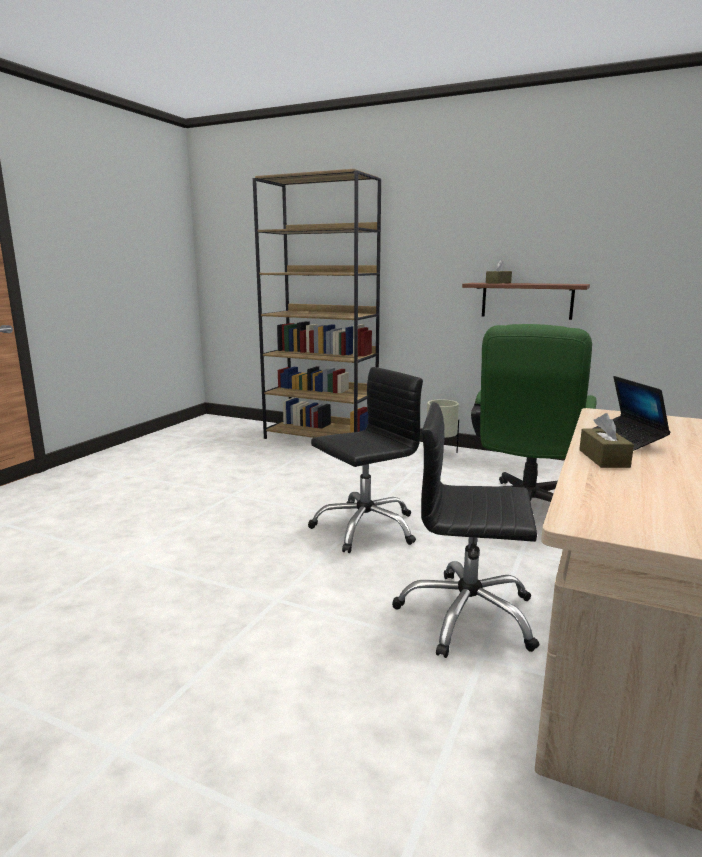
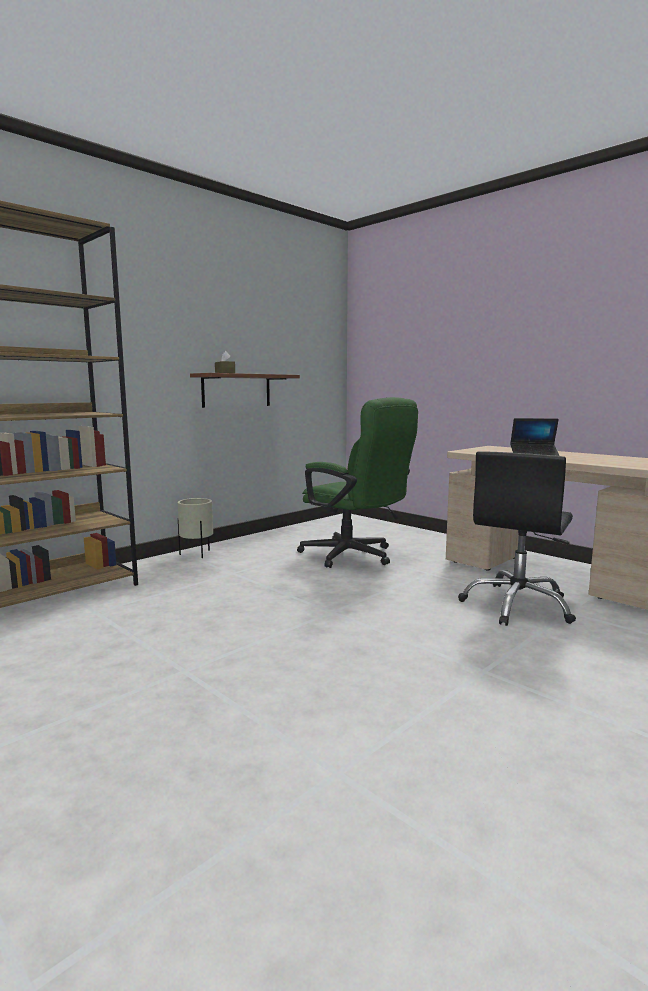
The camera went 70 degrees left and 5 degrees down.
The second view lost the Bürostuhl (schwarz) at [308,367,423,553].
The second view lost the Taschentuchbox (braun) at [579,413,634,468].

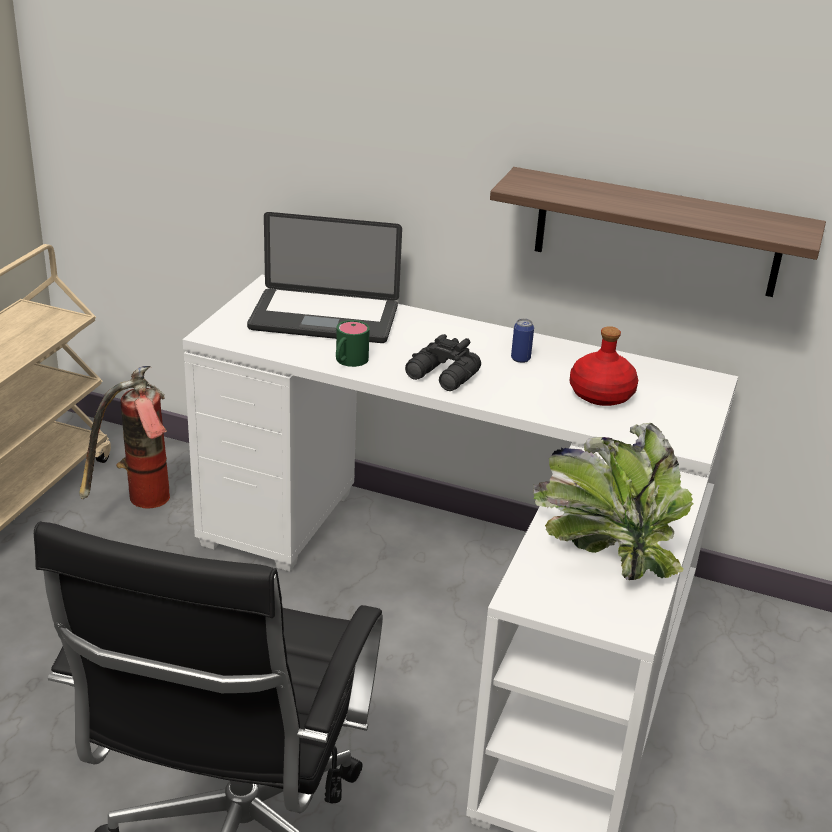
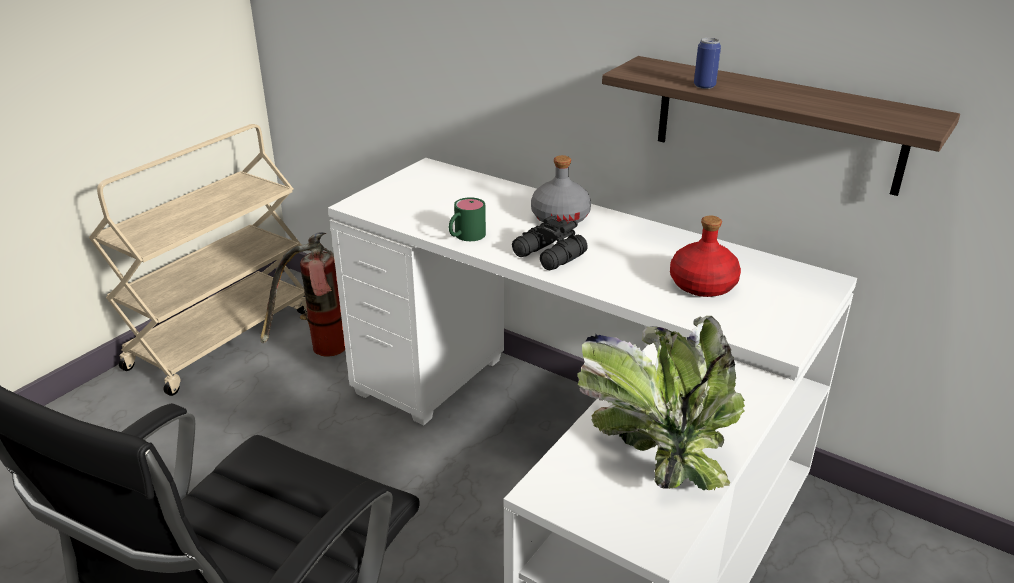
The camera went 15 degrees right and 0 degrees up.
The second view lost the Laptop at [247,212,402,343].
The Dose ended up elsewhere, having gone from [511,318,534,363] to [694,38,721,89].
The second view gained the Flasche (grau) at [531,155,591,224].

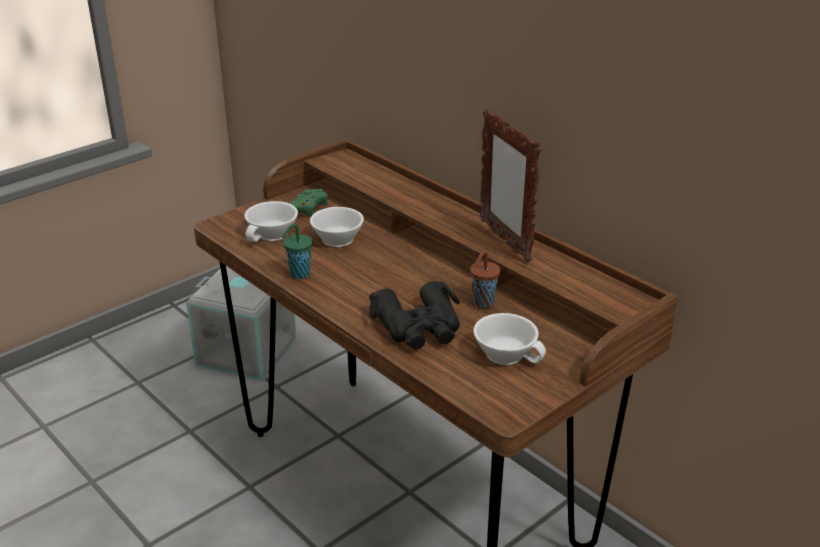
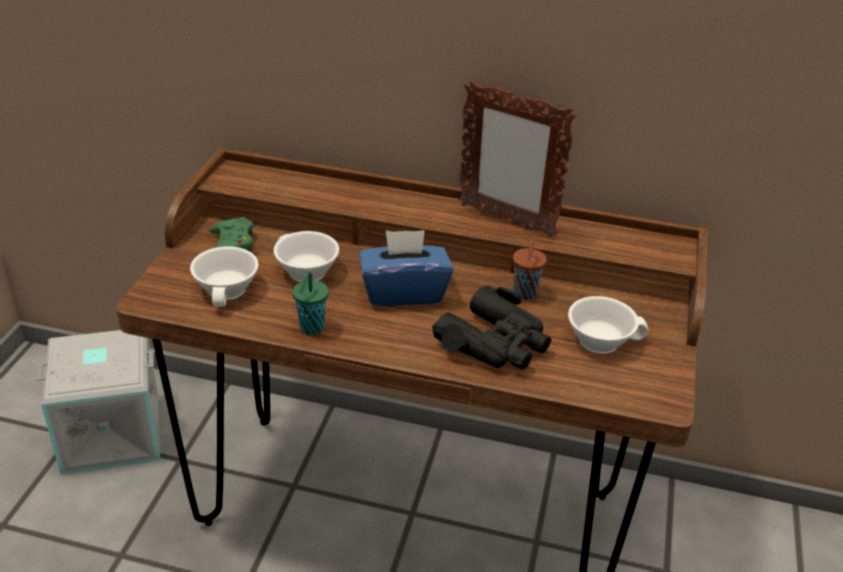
The camera went 35 degrees left and 5 degrees up.
The second view gained the Taschentuchbox (blau) at [359,230,453,306].

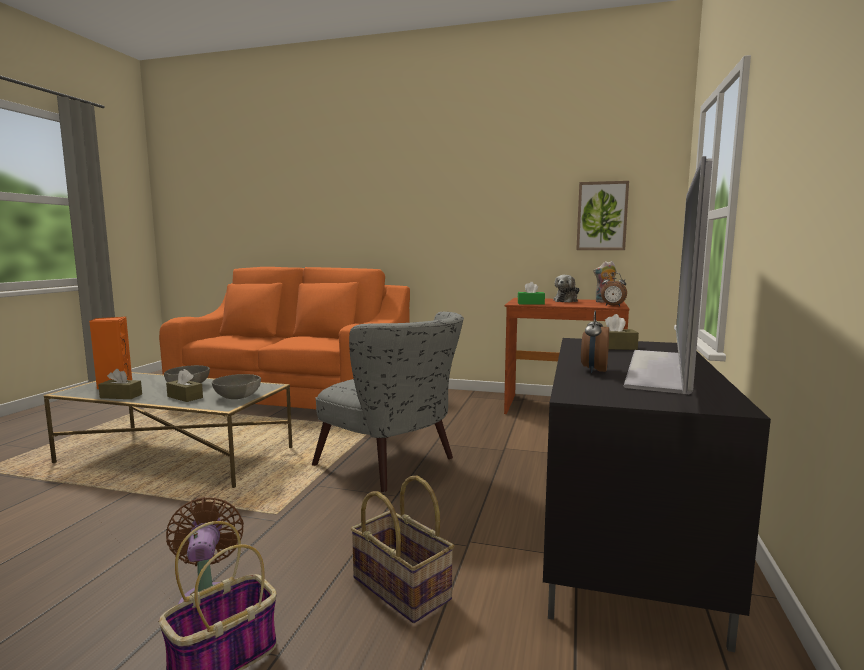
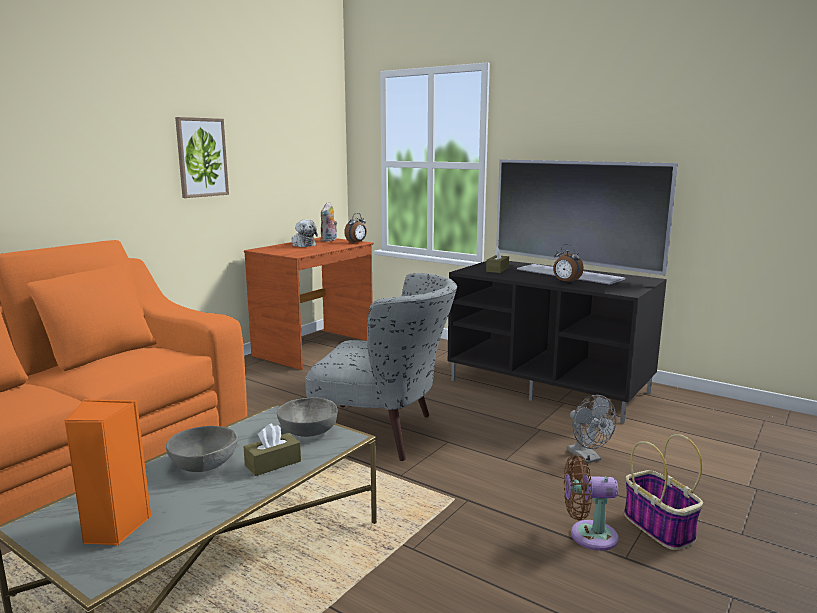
The camera went 70 degrees left and 5 degrees up.
The second view lost the Taschentuchbox (braun) at [98,369,142,399].
The Sessel (grau) at [312,312,464,492] ended up facing another way, 45 degrees clockwise from before.
Where the Korb stood at [351,476,454,623], the Ventilator (grau) came to stand at [567,395,617,463].
The second view lost the Taschentuchbox (grün) at [518,282,545,305].
The Bild ended up elsewhere, having gone from [576,181,629,250] to [175,117,229,198].

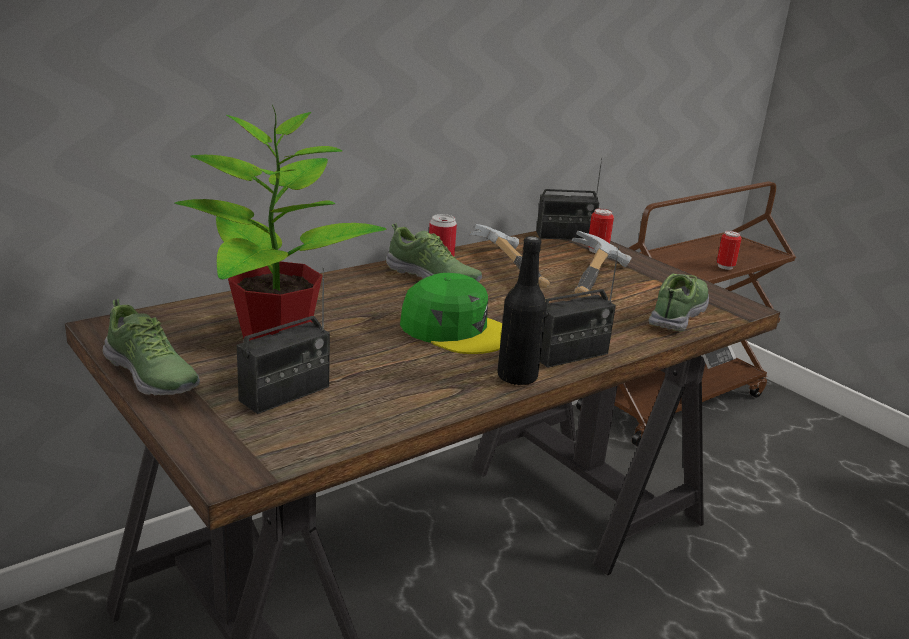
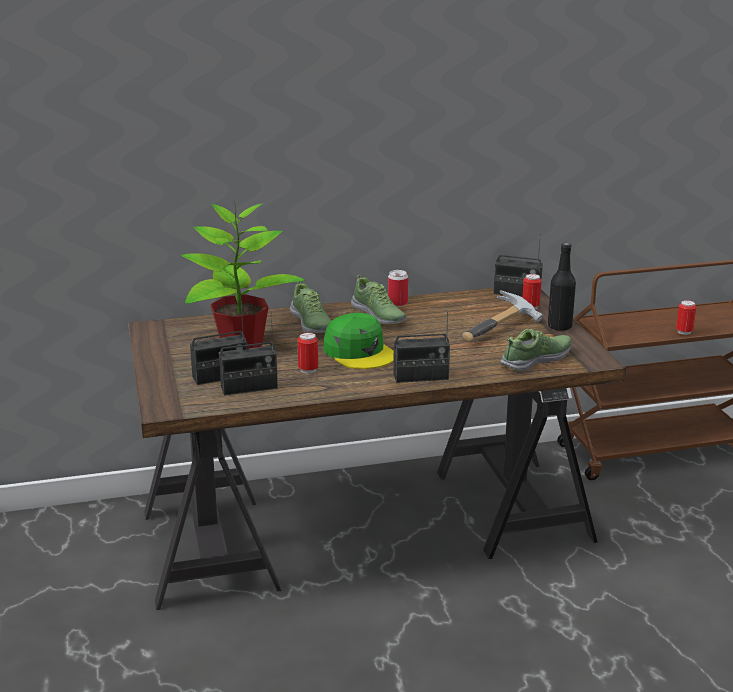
The camera went 25 degrees right and 0 degrees up.
The Schuh ended up elsewhere, having gone from [102,299,200,395] to [290,281,332,333].
The second view lost the Hammer at [470,224,550,288].
The Flasche (schwarz) ended up elsewhere, having gone from [497,236,547,386] to [548,243,576,331].
The second view gained the Radio at [219,313,278,395].
The second view gained the Dose at [298,332,318,373].

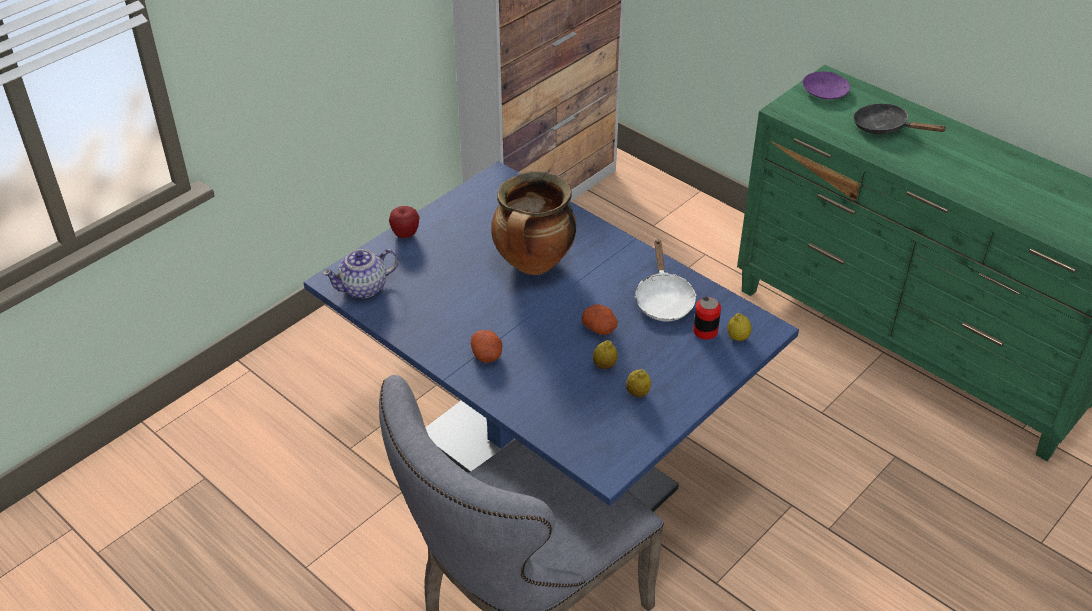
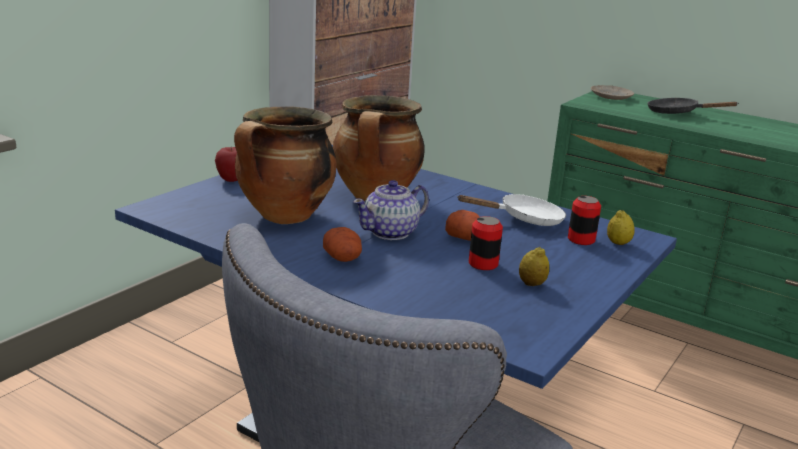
The camera went 10 degrees left and 20 degrees down.
The Teekanne ended up elsewhere, having gone from [322,249,399,298] to [353,180,429,240].
Where the Zitrone stood at [593,340,618,369], the Dose came to stand at [469,216,503,270].
The Pfanne (weiß) at [635,239,697,321] ended up facing another way, 90 degrees counterclockwise from before.
What was the Teller (lila) at [802,71,850,99] turned into the Teller (beige) at [591,85,634,100].
The second view gained the Kochtopf at [234,106,337,224].

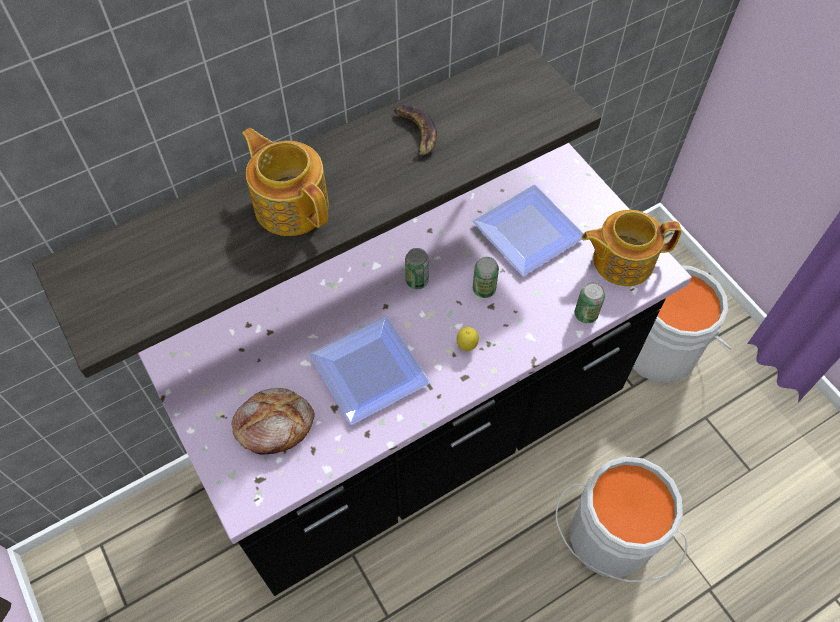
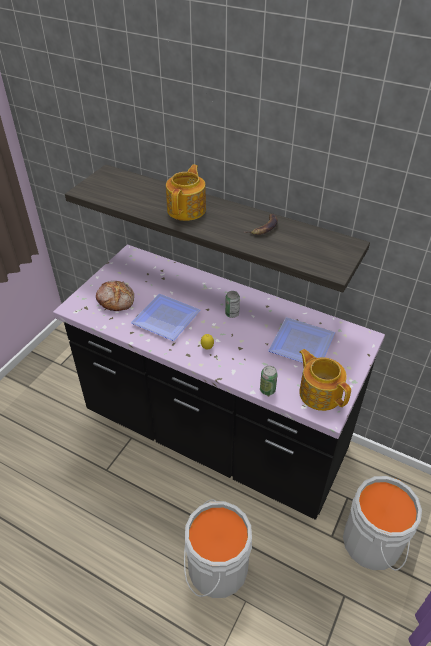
The camera went 60 degrees right and 15 degrees down.
The second view lost the Dose at [473,257,499,298].

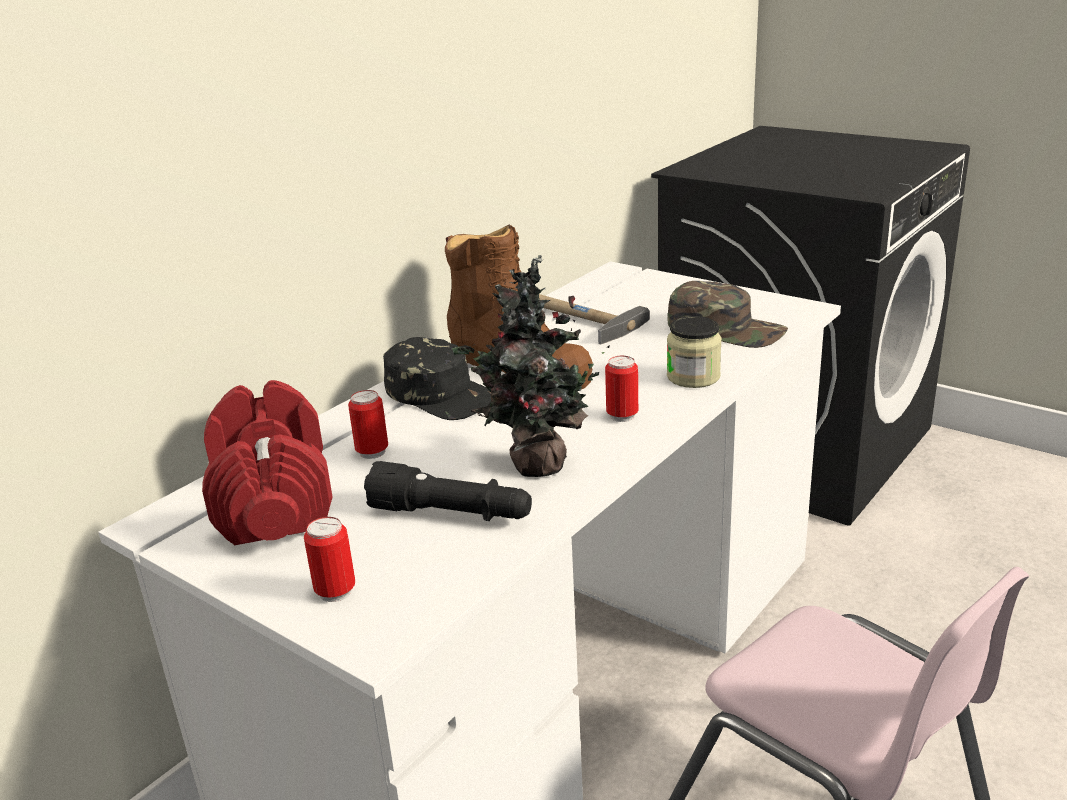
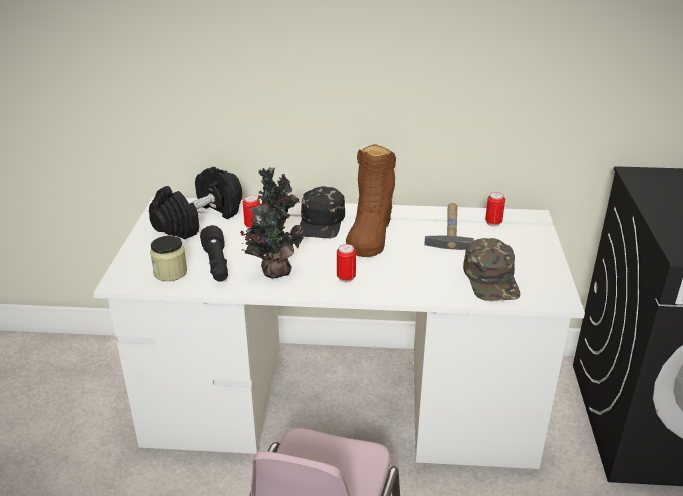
The camera went 55 degrees right and 5 degrees up.
What was the Hantel (rot) at [202,380,333,545] turned into the Hantel (schwarz) at [149,167,242,239].
The Dose ended up elsewhere, having gone from [304,517,355,602] to [485,192,505,227].
The Vorratsglas ended up elsewhere, having gone from [667,316,722,388] to [150,235,187,281].

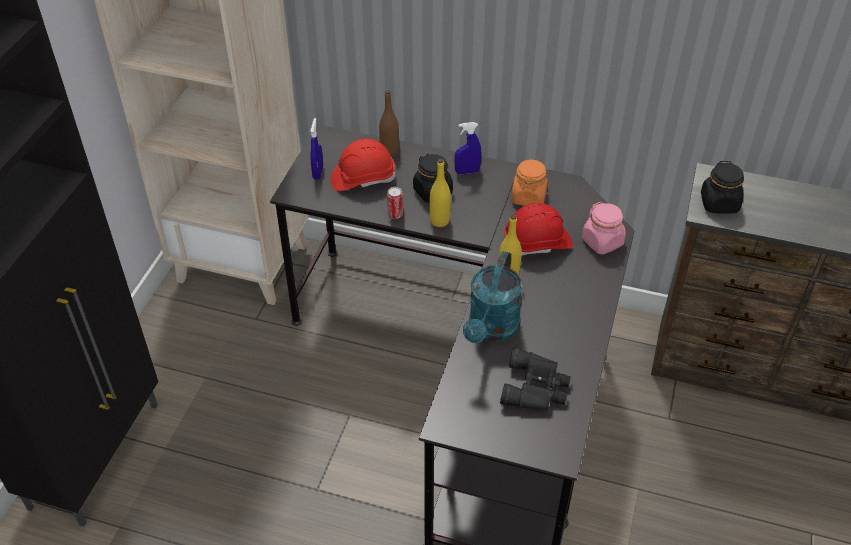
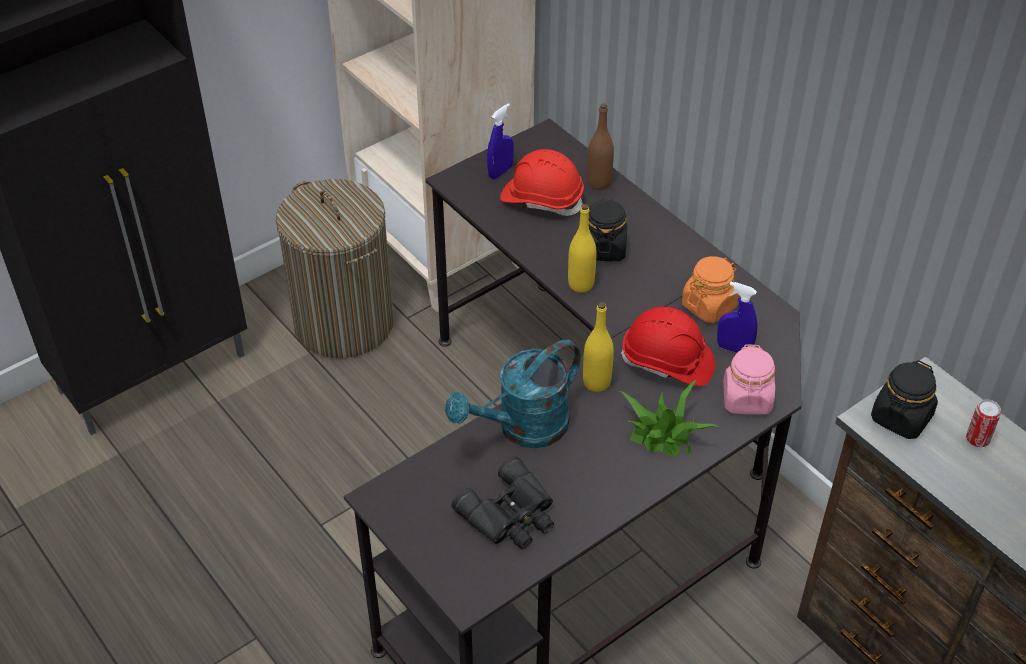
The camera went 35 degrees right and 0 degrees up.
The Dose ended up elsewhere, having gone from [387,187,403,219] to [966,400,1001,447].
The Sprühflasche (blau) ended up elsewhere, having gone from [454,122,482,174] to [717,281,758,353].
The second view gained the Wäschekorb at [276,179,394,358].
The second view gained the Topfpflanze at [620,379,720,457].

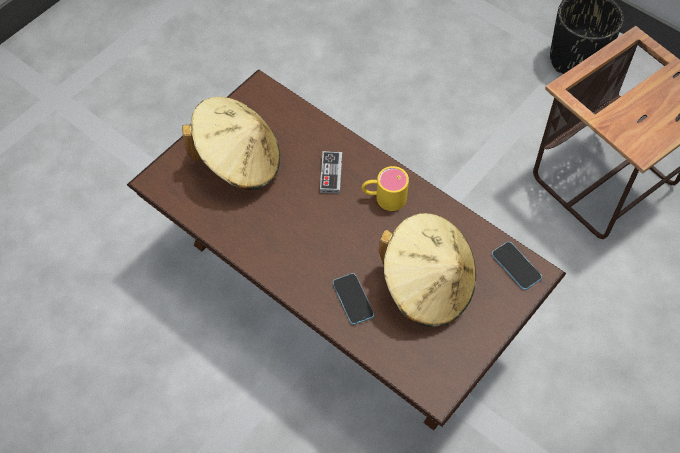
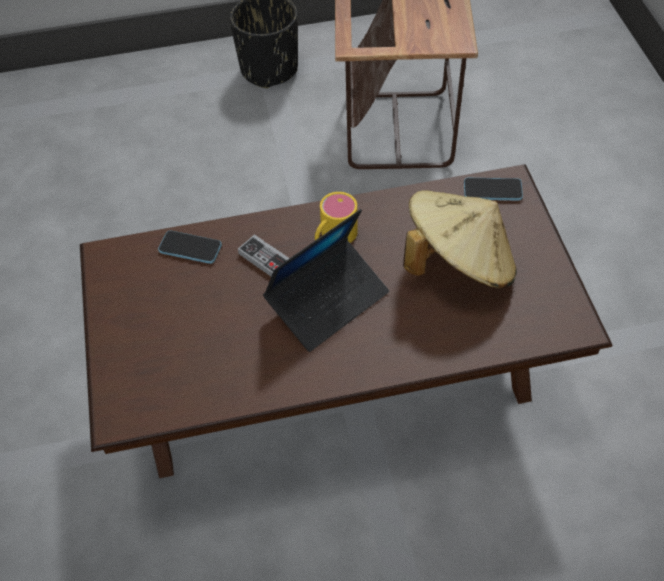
The camera went 50 degrees left and 5 degrees down.
The second view lost the Hut (beige) at [182,97,280,190].
The Handy ended up elsewhere, having gone from [333,273,374,325] to [158,231,222,264].
The second view gained the Laptop at [263,209,389,352].

